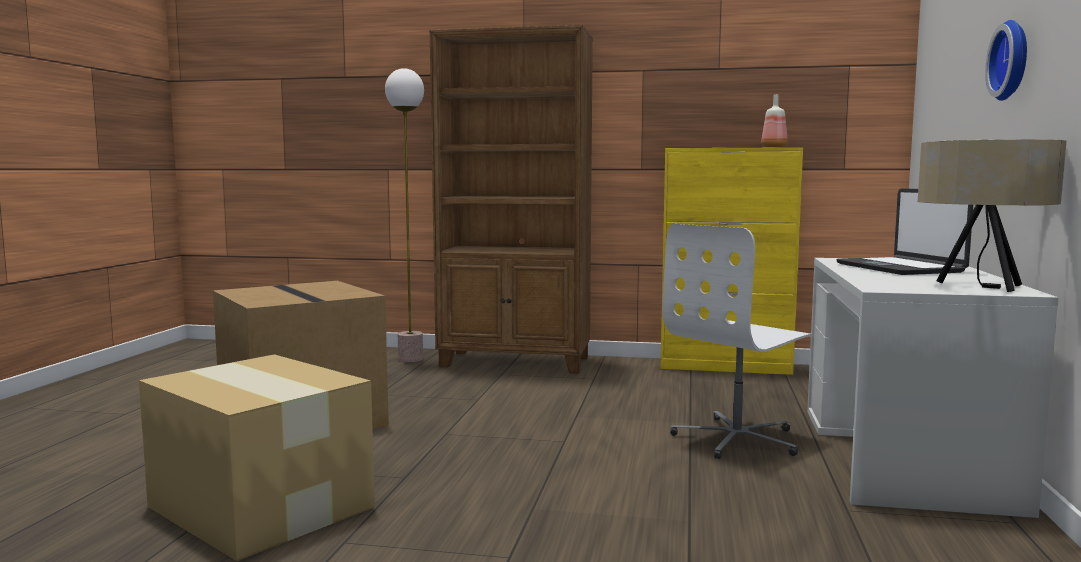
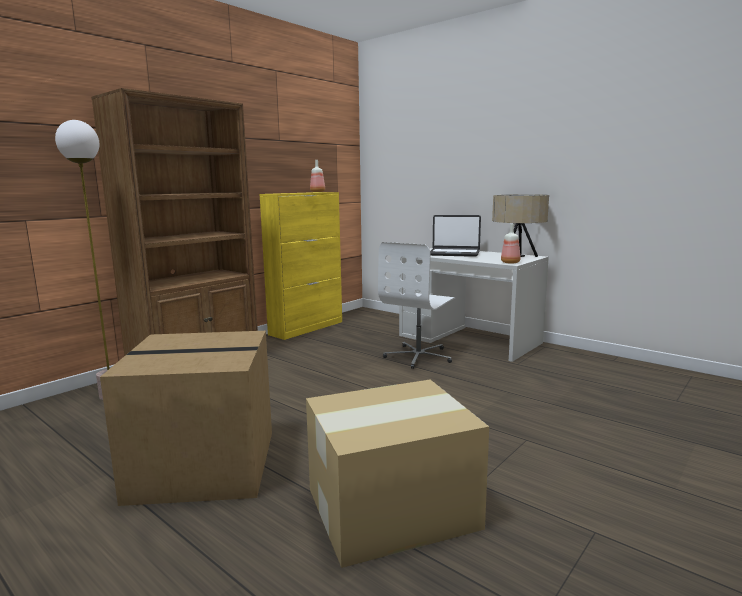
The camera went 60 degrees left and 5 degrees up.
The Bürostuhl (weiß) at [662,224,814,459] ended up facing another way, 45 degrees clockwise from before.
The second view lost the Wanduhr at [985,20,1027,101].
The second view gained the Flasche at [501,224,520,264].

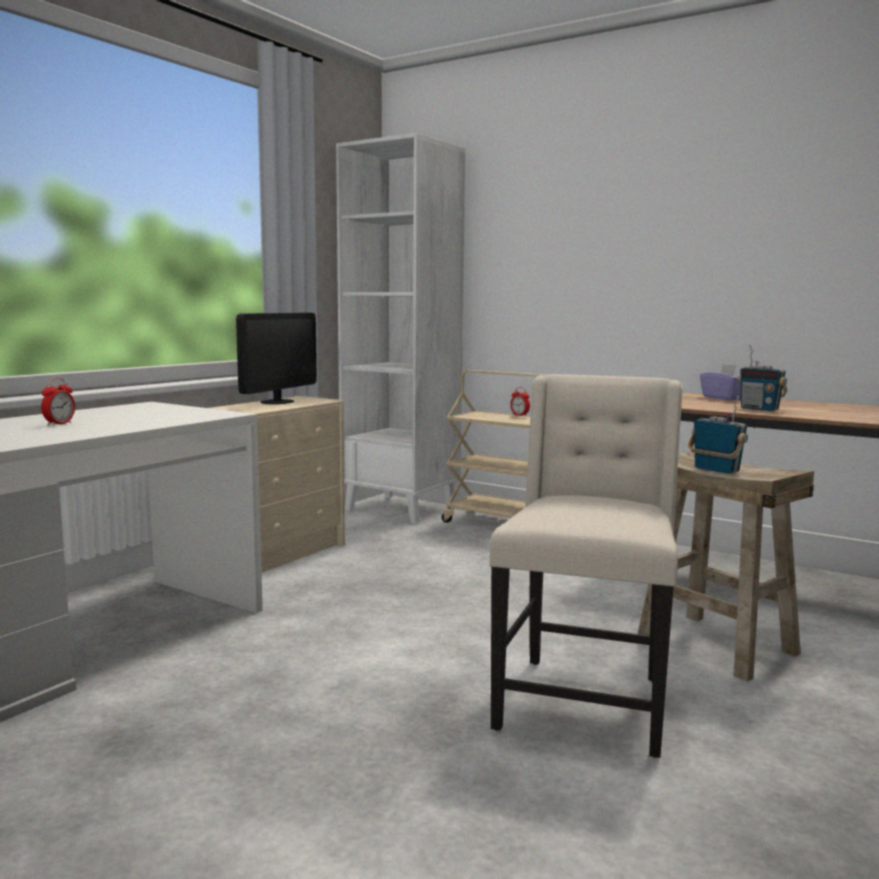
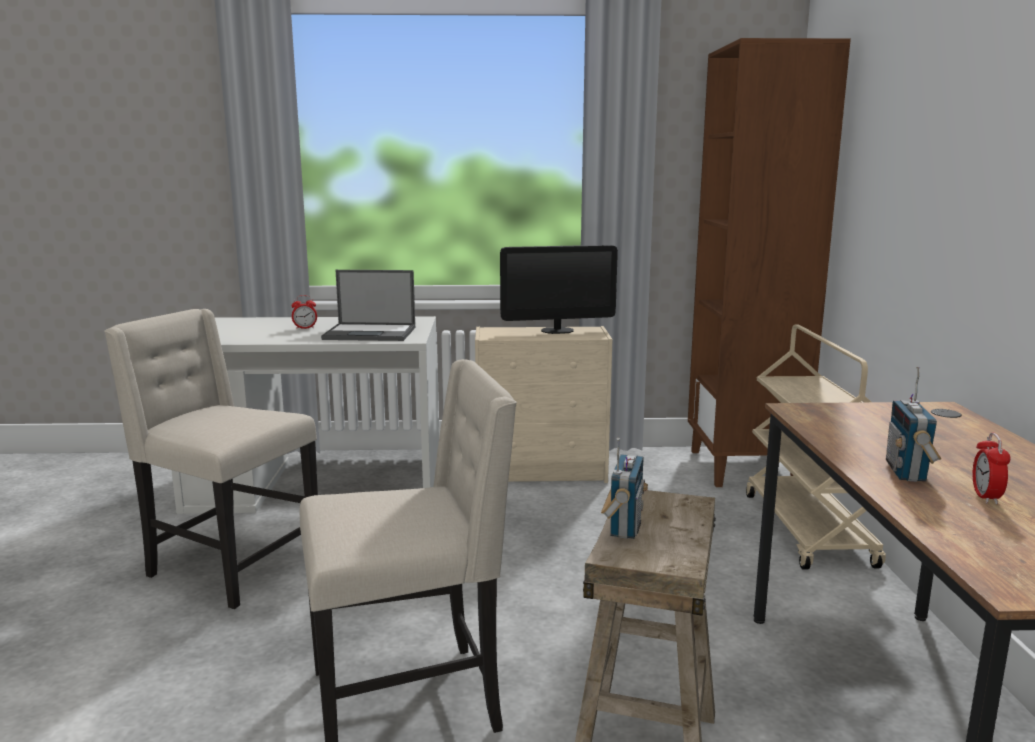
The camera went 55 degrees right and 5 degrees up.
What was the Bücherregal (weiß) at [336,133,465,524] turned into the Bücherregal (braun) at [688,38,851,487].
The Wecker ended up elsewhere, having gone from [510,387,530,417] to [973,433,1010,504].
The second view lost the Taschentuchbox (lila) at [700,364,741,400].
The second view gained the Stuhl (beige) at [104,309,318,609].
The second view gained the Laptop at [321,270,415,341].

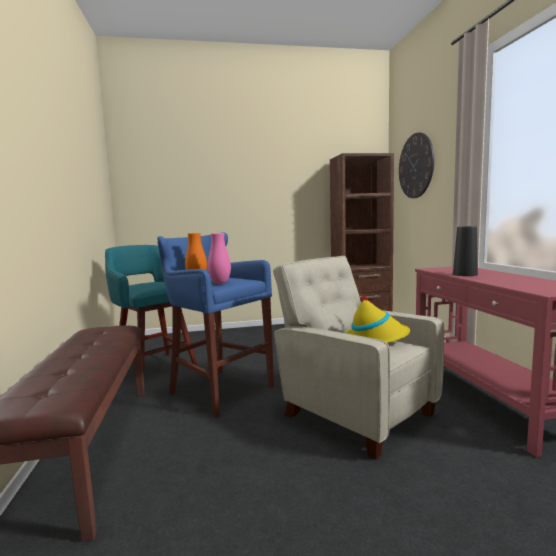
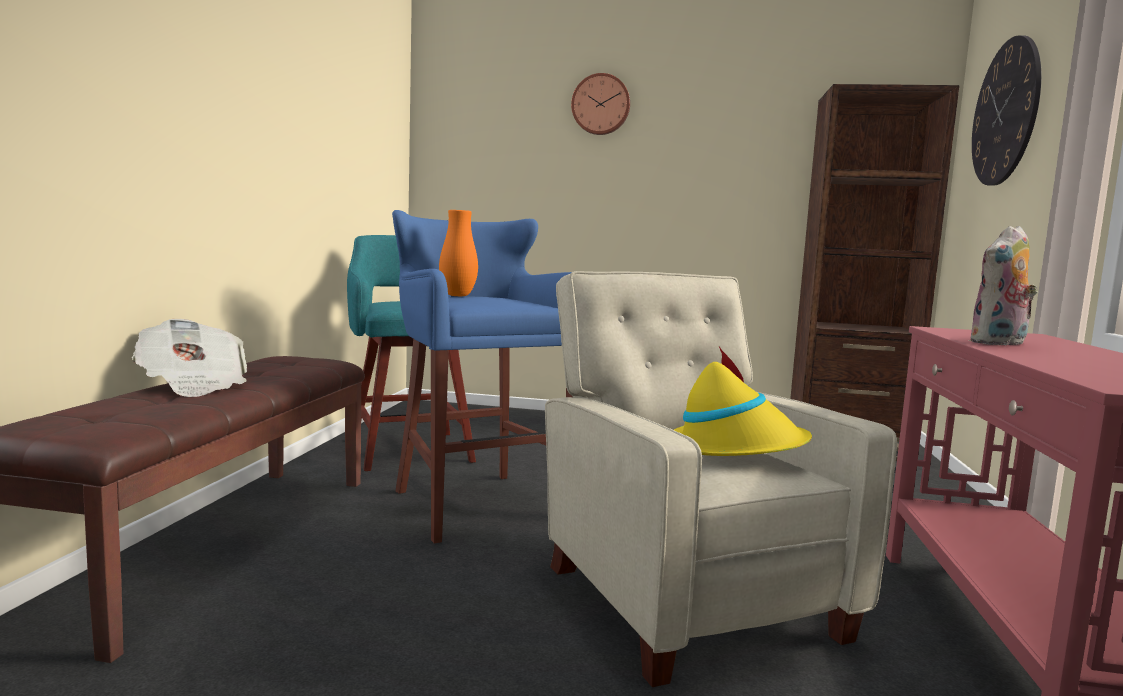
The camera went 20 degrees right and 0 degrees up.
The second view lost the Vase (rosa) at [208,233,231,284].
Where the Vase (schwarz) stood at [453,226,478,276], the Plüschtier came to stand at [969,226,1038,346].
The second view gained the Zeitung at [132,319,247,397].
The second view gained the Wanduhr at [571,73,630,135].

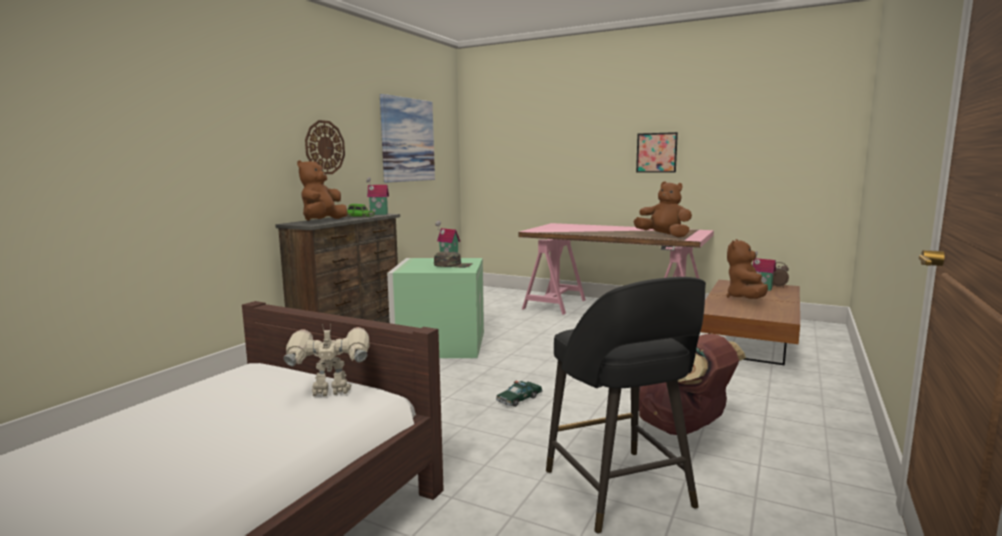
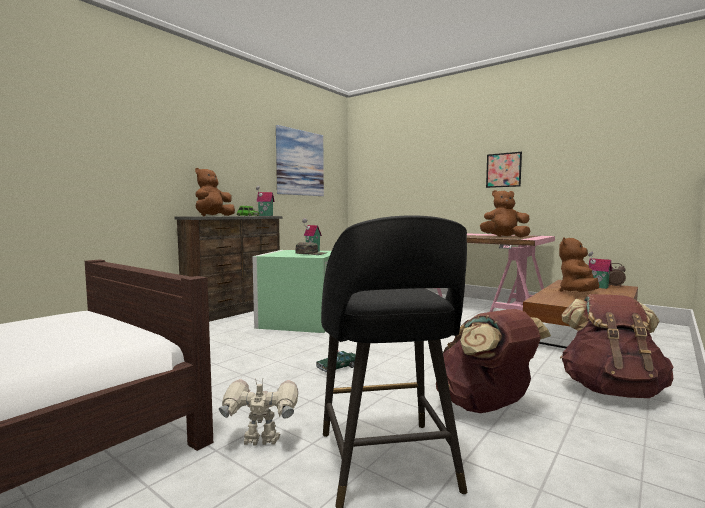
The camera went 10 degrees right and 5 degrees down.
The Spielzeugroboter ended up elsewhere, having gone from [283,323,369,396] to [219,378,298,445].
The second view lost the Wanduhr at [305,120,345,174].
The Plüschtier (braun) at [634,181,692,238] ended up facing another way, 45 degrees counterclockwise from before.
The second view gained the Rucksack (braun) at [560,294,674,398].

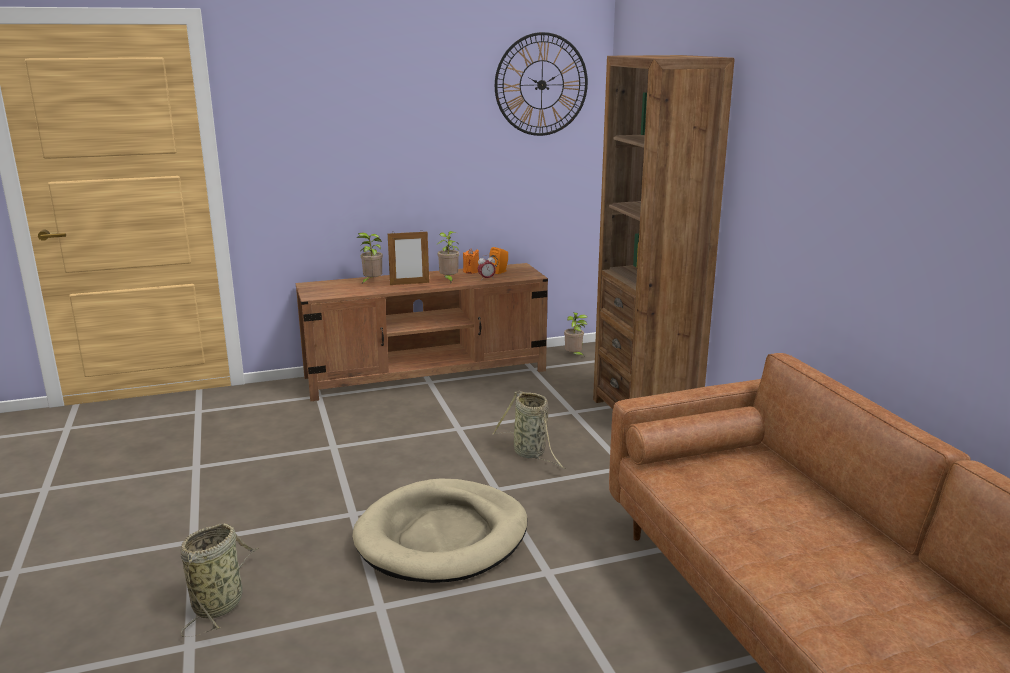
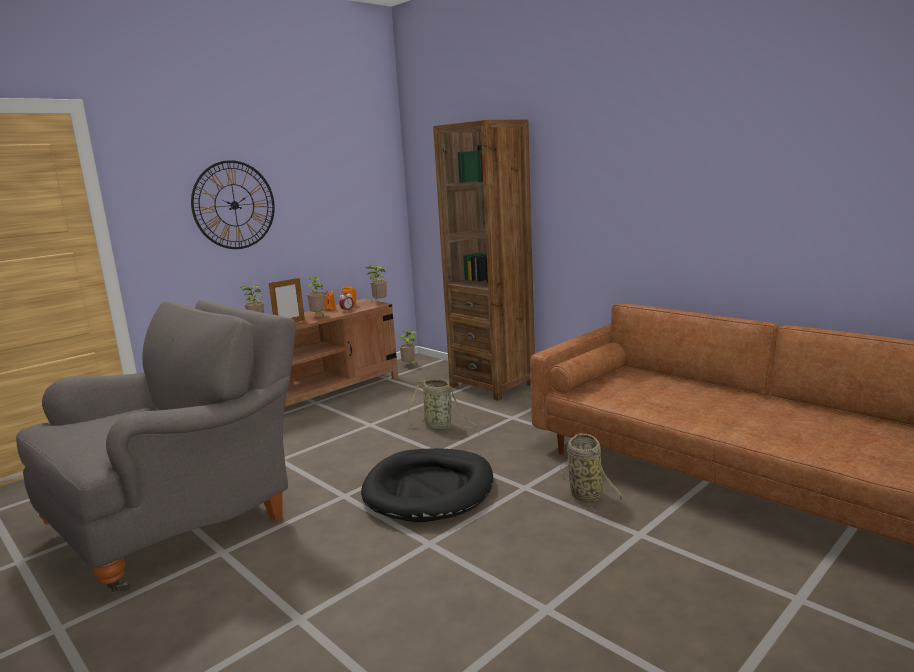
The camera went 25 degrees left and 5 degrees down.
The Korb ended up elsewhere, having gone from [181,523,259,637] to [560,434,624,513].
What was the Hundebett (beige) at [352,478,527,583] turned into the Hundebett (schwarz) at [361,448,493,522].
The Wanduhr ended up elsewhere, having gone from [495,32,588,136] to [191,160,275,249].
The second view gained the Sessel (grau) at [16,299,296,593].
The second view gained the Topfpflanze at [366,265,387,302].

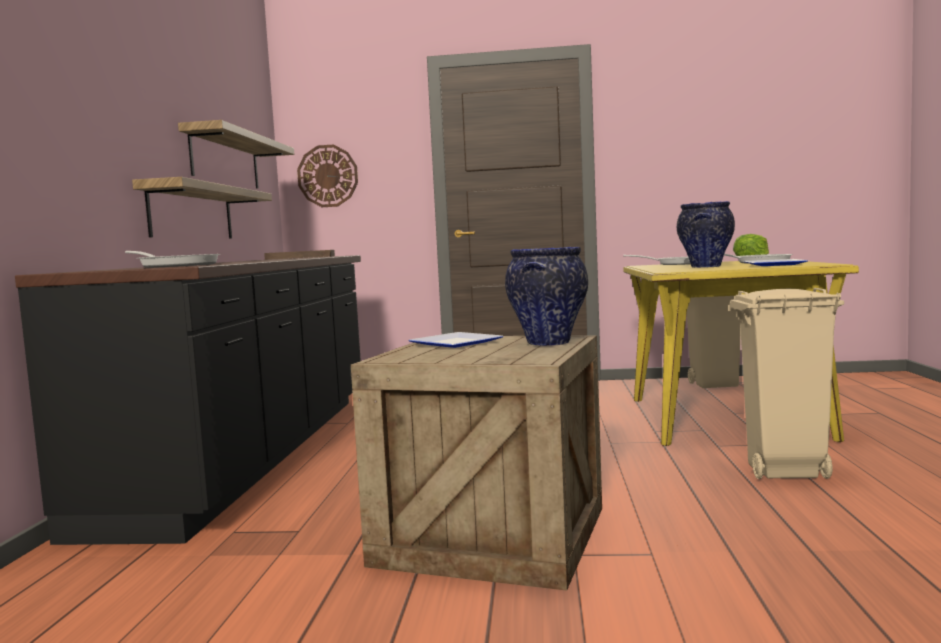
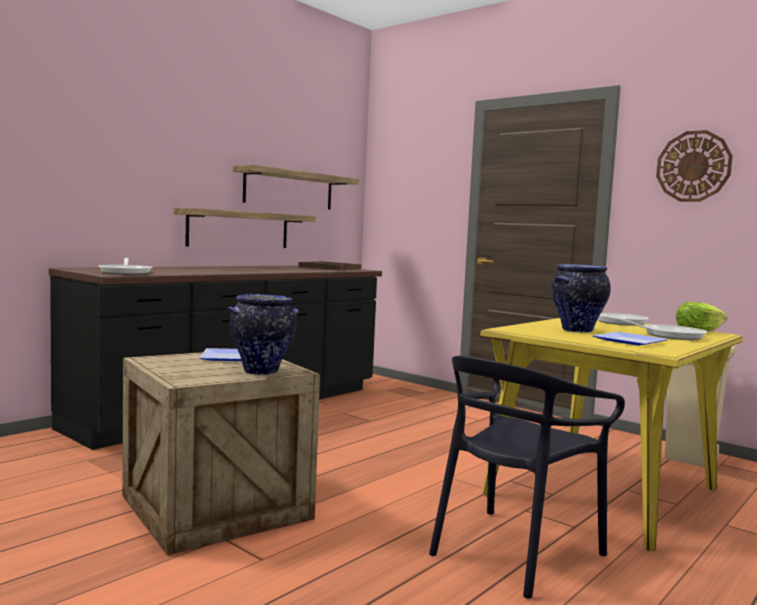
The camera went 35 degrees right and 0 degrees up.
The Wanduhr ended up elsewhere, having gone from [297,145,358,207] to [656,130,733,202].
Where the Mülleimer (beige) stood at [729,288,844,479], the Stuhl (schwarz) came to stand at [429,356,625,599].

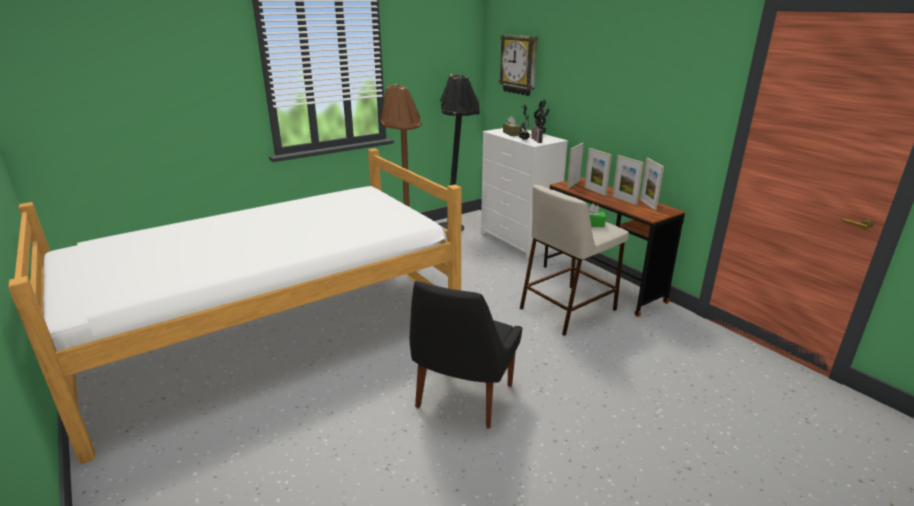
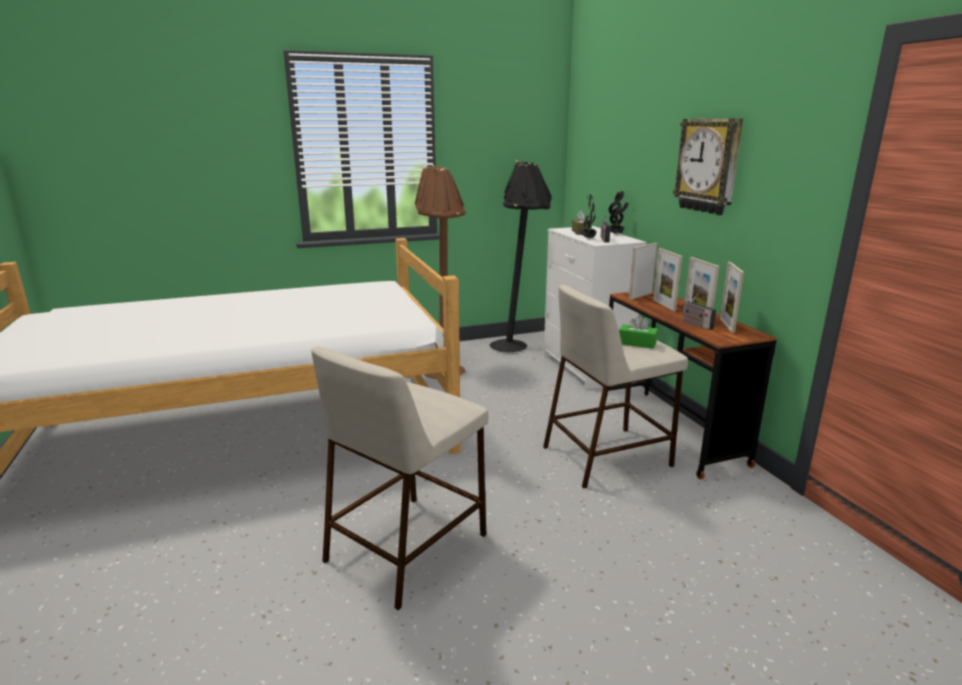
The camera went 15 degrees right and 5 degrees down.
Where the Stuhl (schwarz) stood at [410,281,522,429], the Hocker (beige) came to stand at [311,347,488,610].
The Wanduhr ended up elsewhere, having gone from [499,34,537,96] to [673,119,743,215].
The second view gained the Radio at [683,294,716,330].

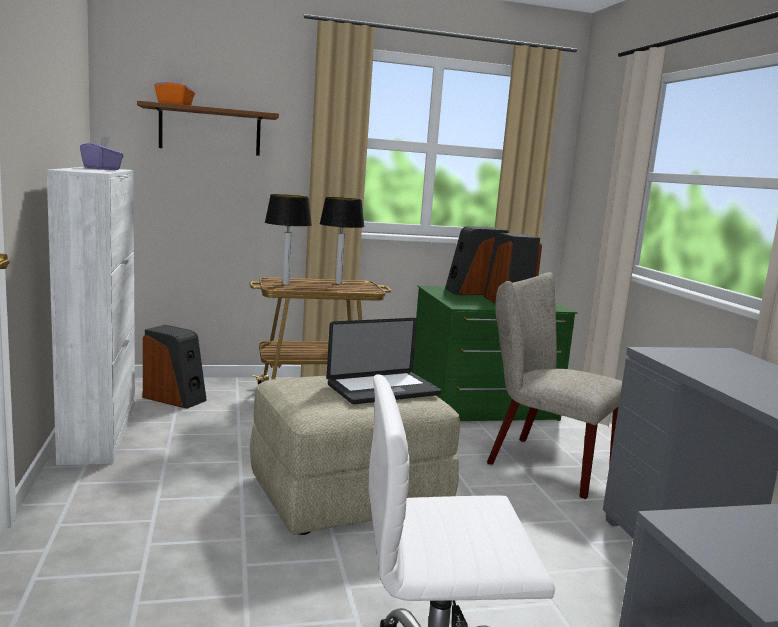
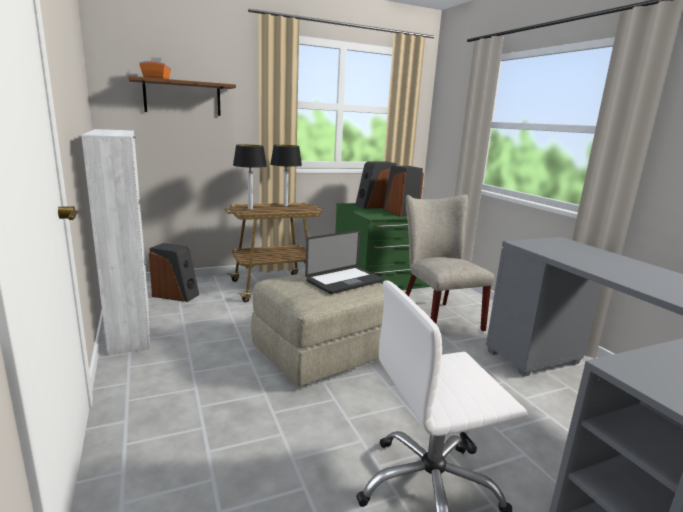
The camera went 10 degrees left and 5 degrees up.
The second view lost the Taschentuchbox (lila) at [80,137,124,170].
The Stuhl (beige) at [487,272,622,499] ended up facing another way, 45 degrees clockwise from before.

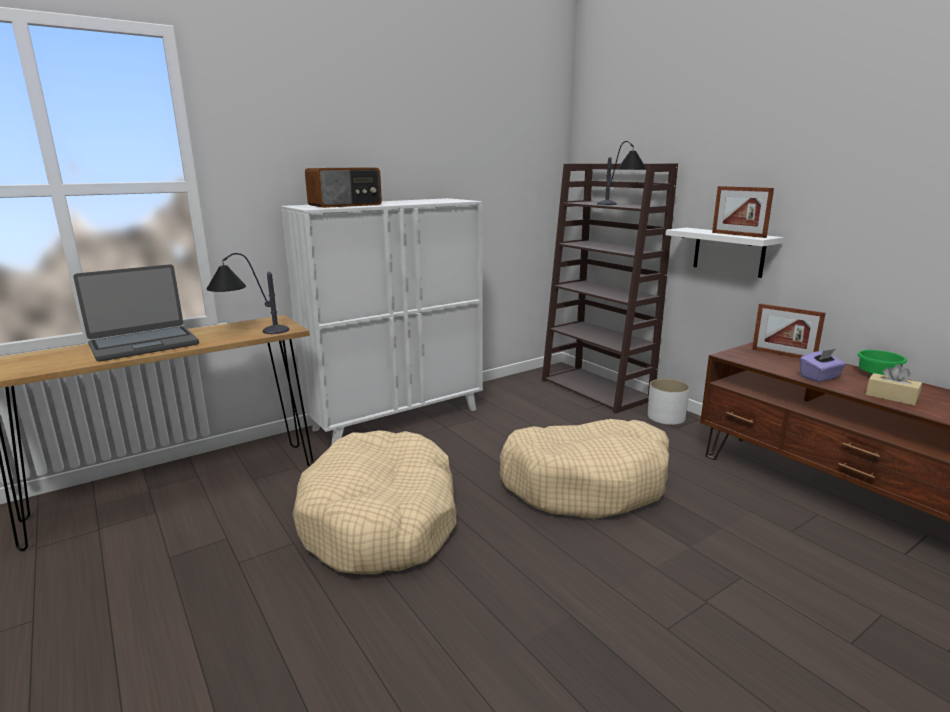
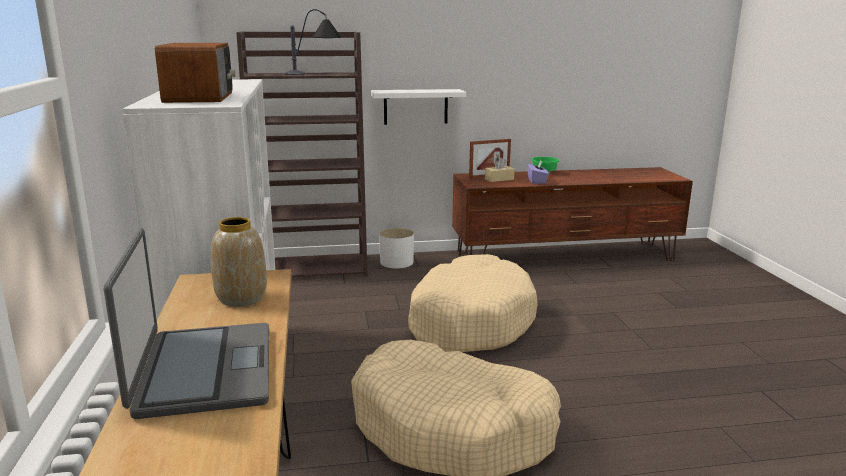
The camera went 65 degrees left and 0 degrees up.
Where the Tischlampe stood at [207,253,289,334], the Vase came to stand at [211,217,267,307].
The second view lost the Bilderrahmen at [712,186,774,238].
The Taschentuchbox (beige) ended up elsewhere, having gone from [866,364,922,406] to [485,158,515,182].

